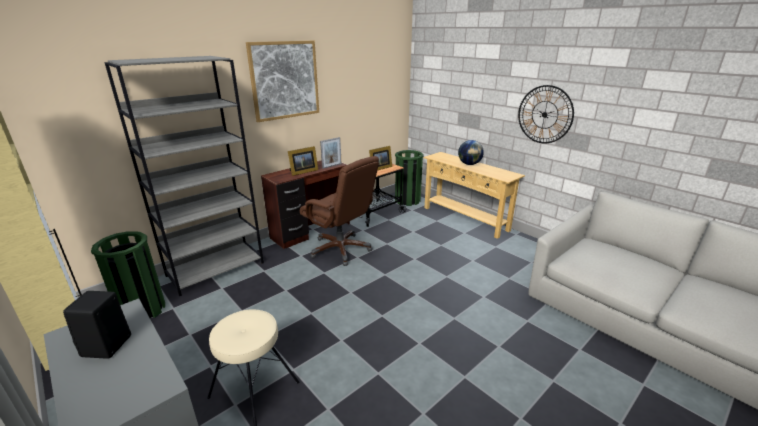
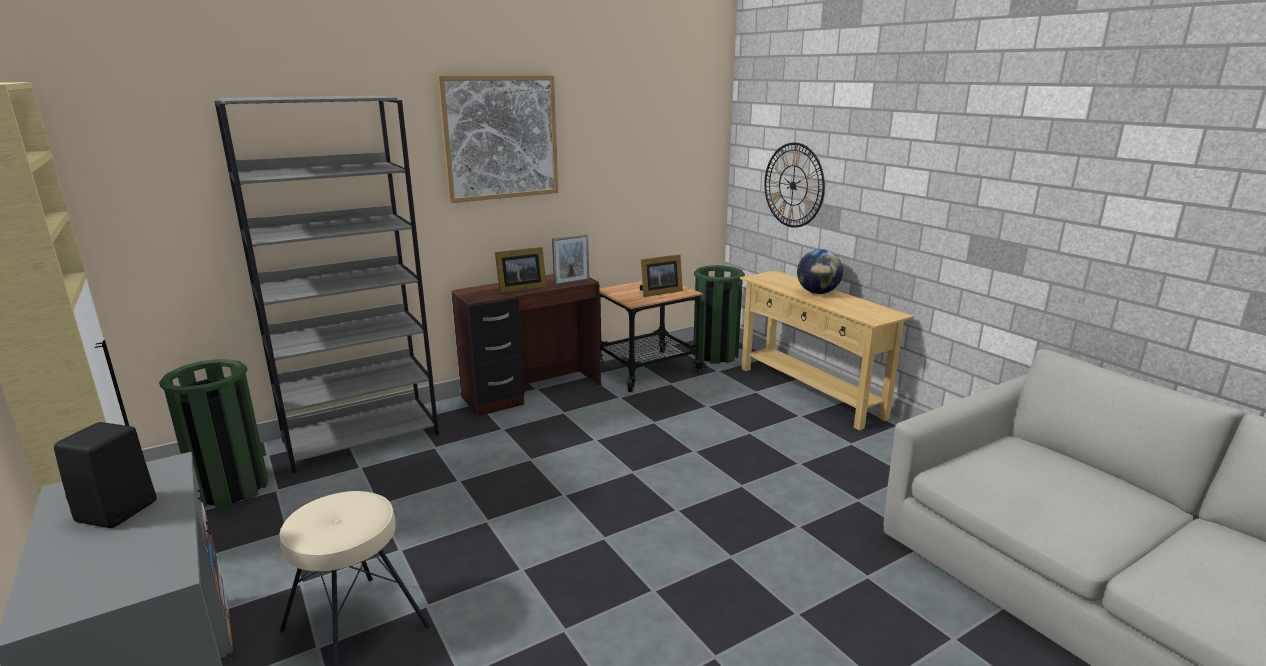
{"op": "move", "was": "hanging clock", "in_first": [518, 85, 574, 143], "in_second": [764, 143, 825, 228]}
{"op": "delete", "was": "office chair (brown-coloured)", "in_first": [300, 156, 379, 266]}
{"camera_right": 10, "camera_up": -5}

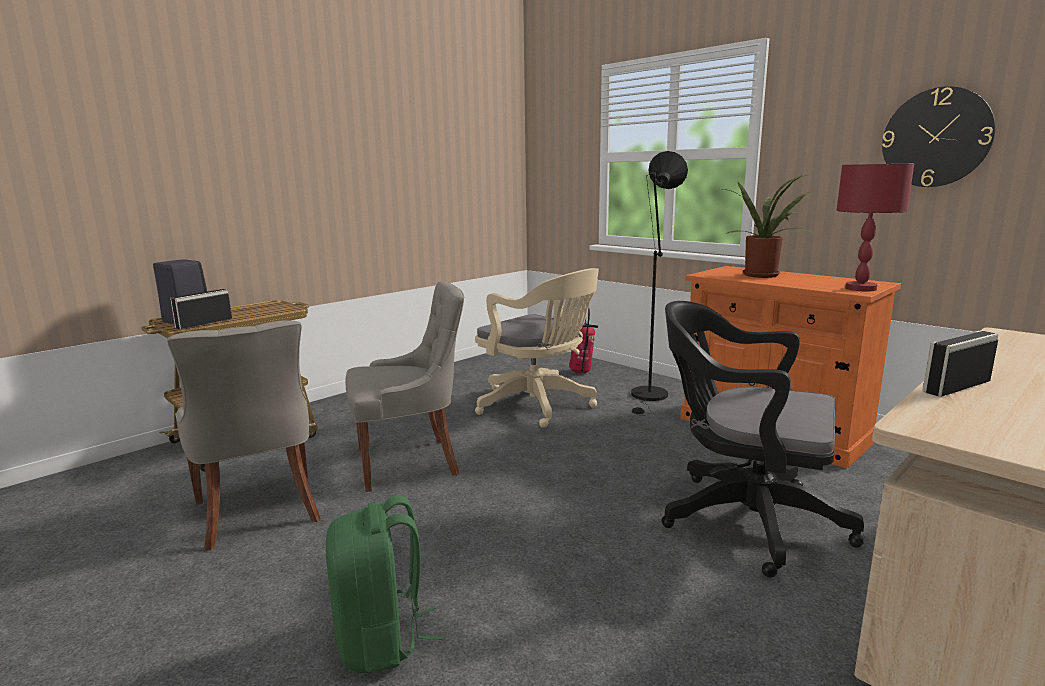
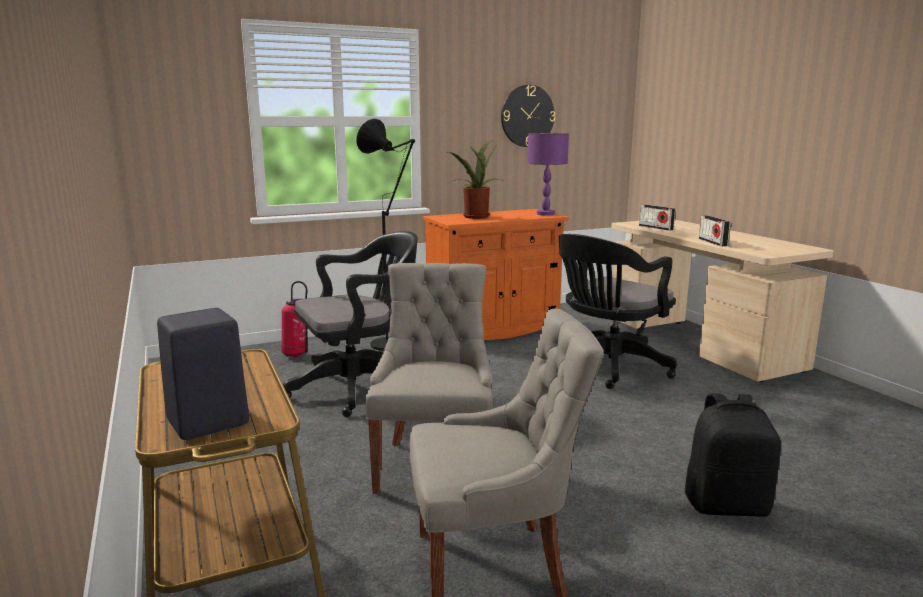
{"op": "recolor", "was": "office chair (beige)", "now": "office chair (blackish)", "in_first": [475, 268, 599, 428], "in_second": [283, 231, 418, 417]}
{"op": "recolor", "was": "lamp for a table (reddish)", "now": "lamp for a table (purple-coloured)", "in_first": [837, 164, 914, 292], "in_second": [527, 133, 569, 216]}
{"op": "move", "was": "radio receiver", "in_first": [170, 289, 232, 329], "in_second": [639, 205, 675, 231]}
{"op": "recolor", "was": "backpack (greenish)", "now": "backpack (blackish)", "in_first": [326, 495, 443, 673], "in_second": [685, 394, 781, 517]}
{"camera_right": -70, "camera_up": 0}

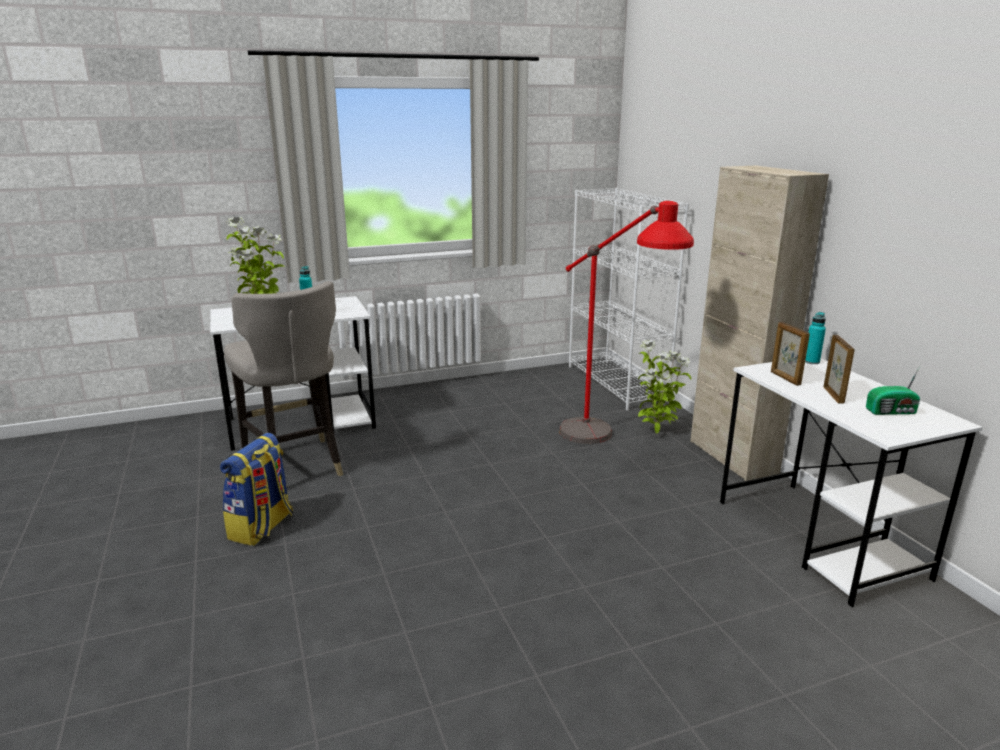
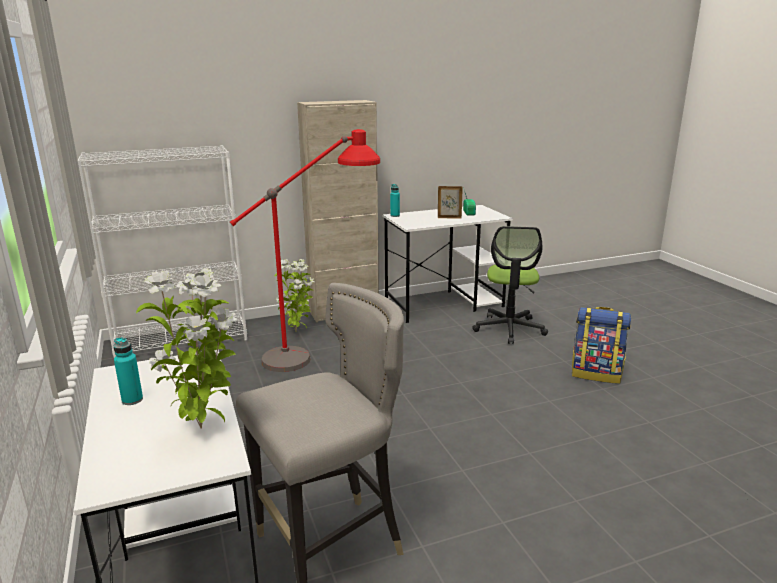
{"op": "insert", "now": "office chair", "in_second": [472, 226, 548, 344]}
{"op": "move", "was": "backpack", "in_first": [220, 433, 293, 546], "in_second": [572, 307, 631, 384]}
{"op": "delete", "was": "picture frame", "in_first": [771, 322, 810, 386]}
{"camera_right": -90, "camera_up": 0}

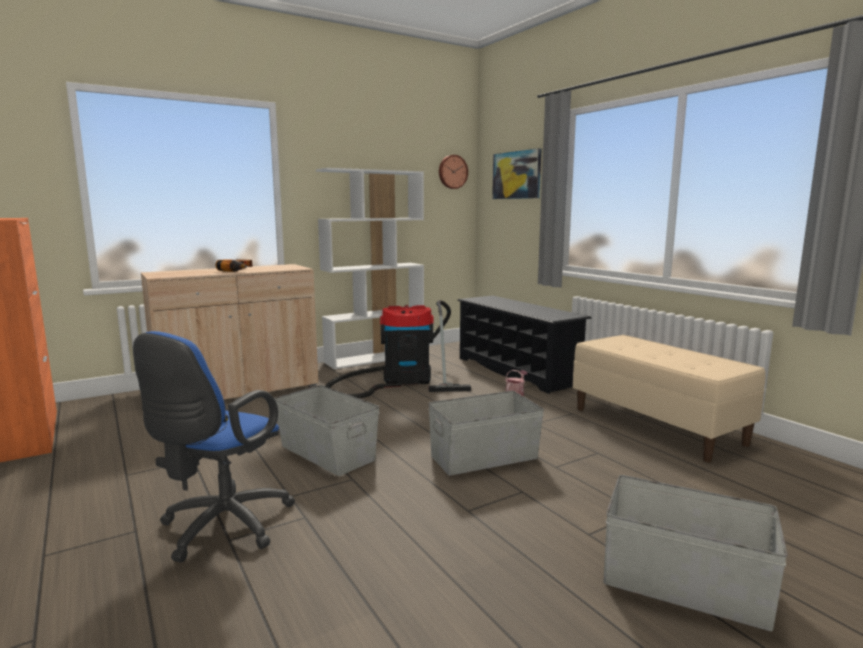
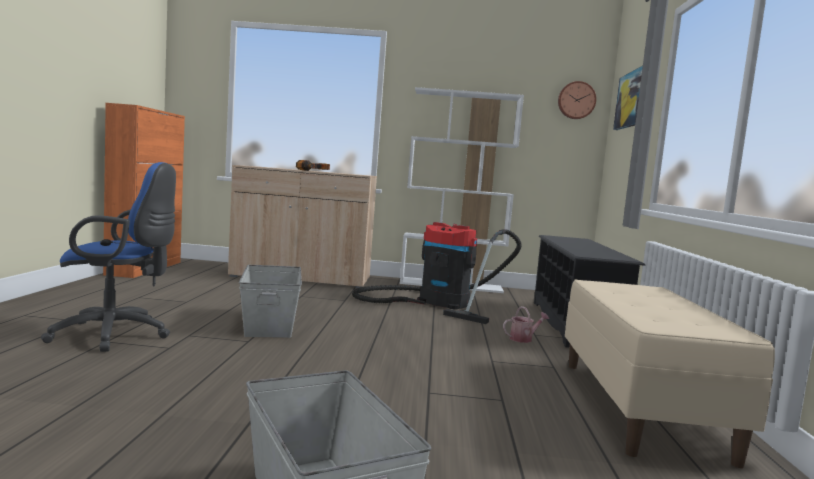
{"op": "rotate", "was": "office chair (blue-coloured)", "in_first": [133, 331, 295, 562], "in_second": [41, 162, 176, 352], "clockwise": -150}
{"op": "delete", "was": "storage box (greyish)", "in_first": [428, 391, 544, 476]}
{"camera_right": 35, "camera_up": -5}

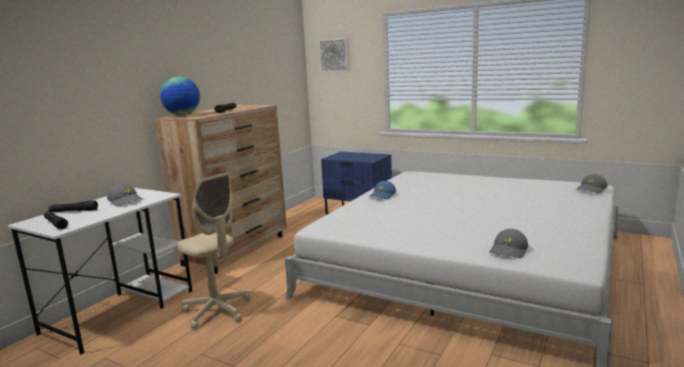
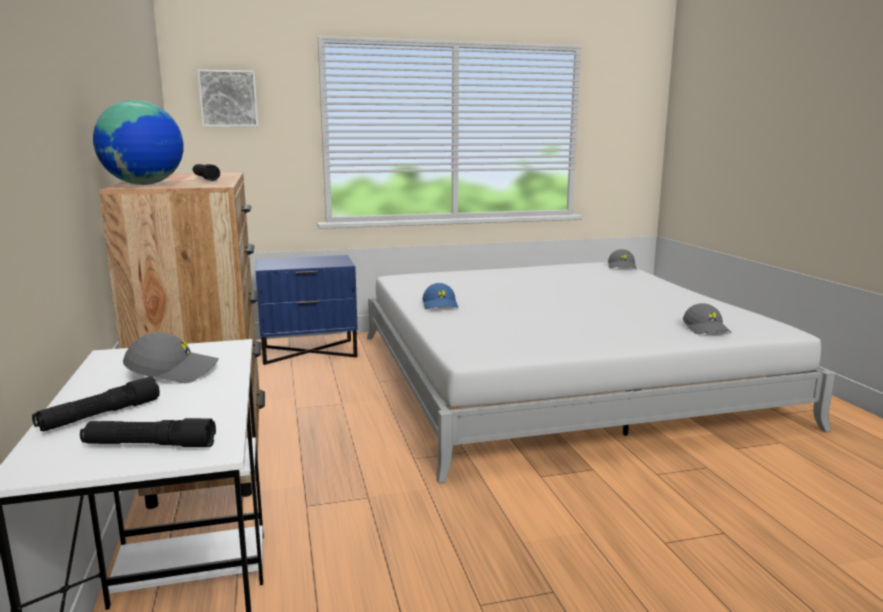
{"op": "delete", "was": "office chair (beige)", "in_first": [178, 173, 250, 329]}
{"camera_right": -45, "camera_up": 0}

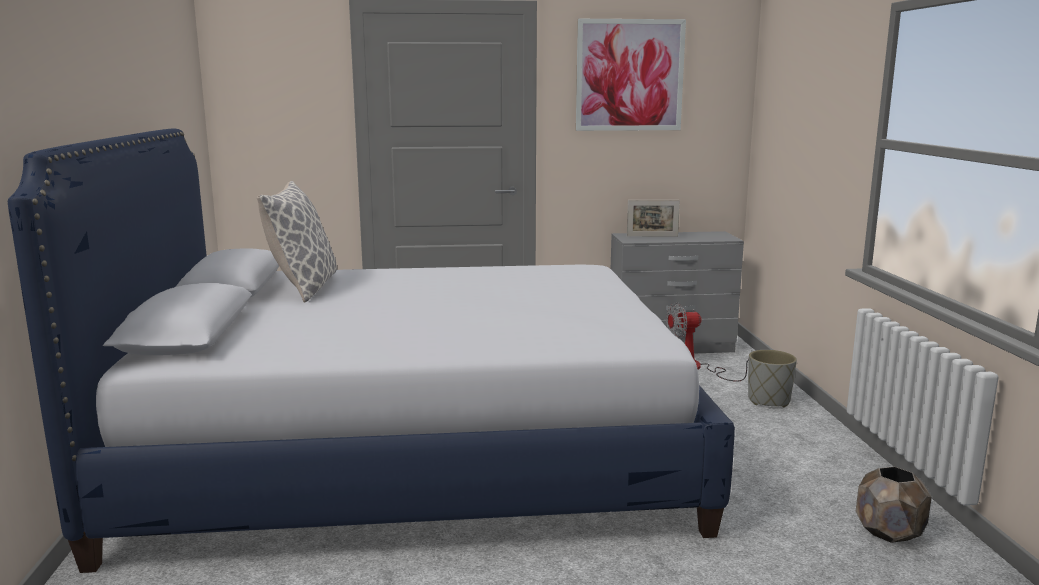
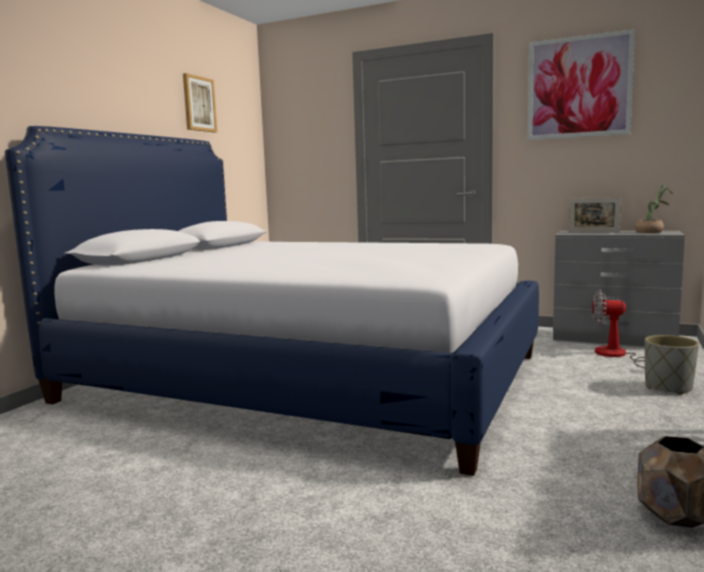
{"op": "insert", "now": "wall picture", "in_second": [183, 73, 217, 132]}
{"op": "insert", "now": "potted plant", "in_second": [635, 185, 673, 233]}
{"op": "delete", "was": "throw pillow", "in_first": [257, 181, 337, 302]}
{"camera_right": 30, "camera_up": -5}

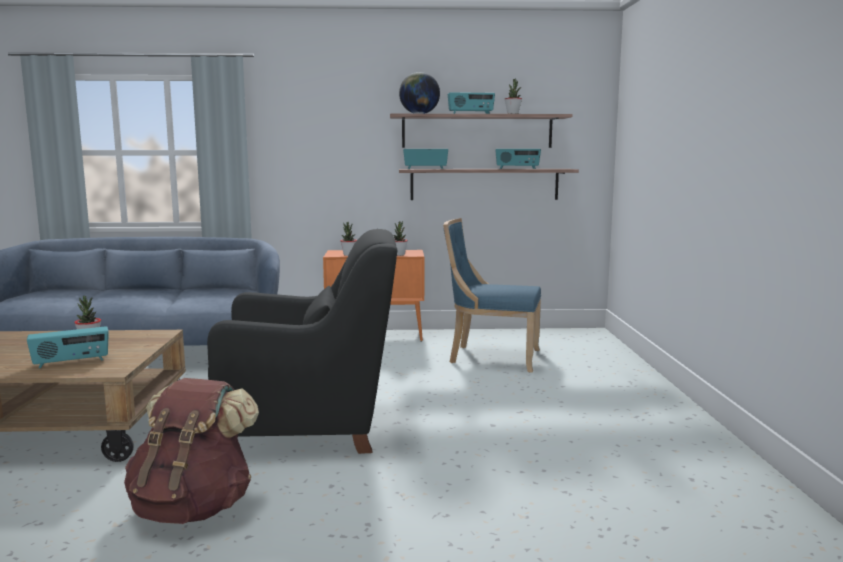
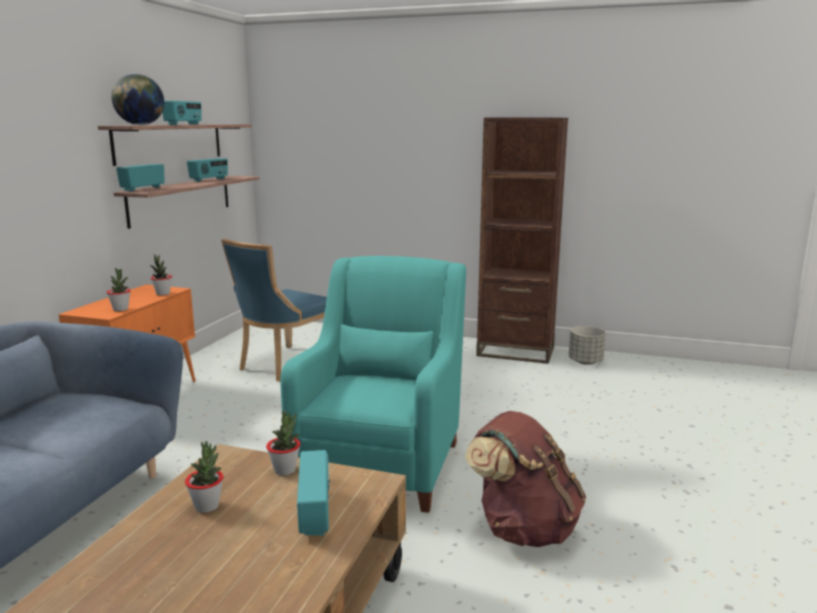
{"op": "move", "was": "potted plant", "in_first": [505, 78, 522, 114], "in_second": [266, 411, 300, 476]}
{"op": "recolor", "was": "easy chair (blackish)", "now": "easy chair (turquoise-coloured)", "in_first": [207, 229, 397, 454], "in_second": [280, 256, 466, 513]}
{"op": "insert", "now": "shelving unit (brown-coloured)", "in_second": [476, 118, 568, 364]}
{"op": "insert", "now": "flower pot (greyish)", "in_second": [569, 326, 606, 365]}
{"camera_right": -70, "camera_up": 5}

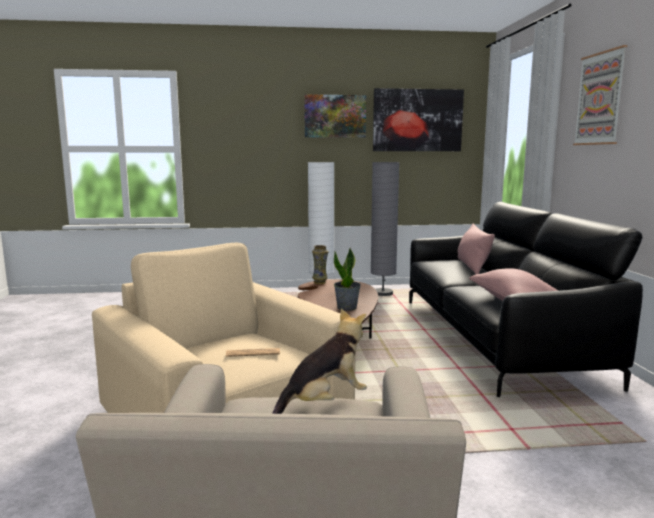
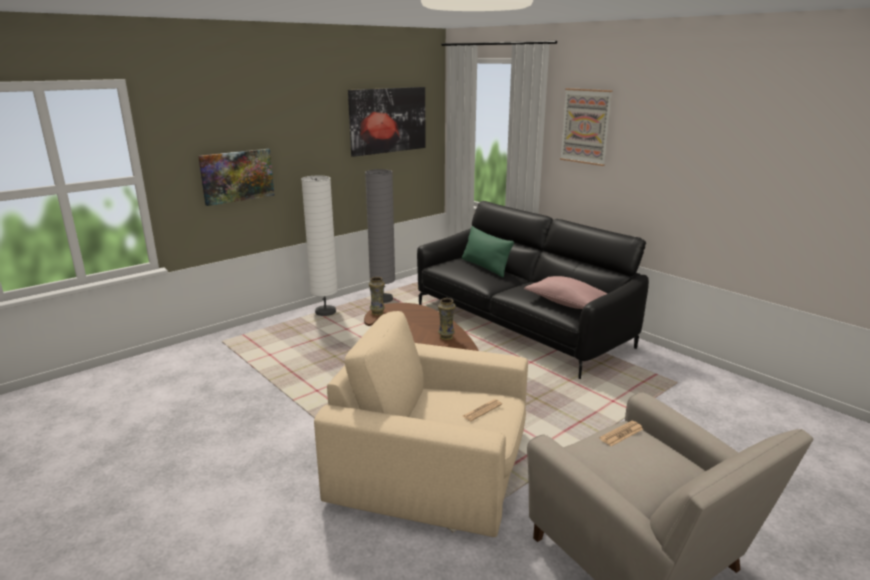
{"op": "move", "was": "wall picture", "in_first": [304, 94, 366, 138], "in_second": [198, 149, 274, 206]}
{"op": "replace", "was": "potted plant", "now": "decorative vase", "in_first": [334, 248, 361, 311], "in_second": [438, 298, 456, 340]}
{"op": "recolor", "was": "throw pillow (pink-coloured)", "now": "throw pillow (greenish)", "in_first": [457, 224, 495, 274], "in_second": [462, 226, 514, 277]}
{"op": "replace", "was": "cuddly toy", "now": "printed paper", "in_first": [272, 309, 367, 414], "in_second": [599, 421, 643, 446]}
{"camera_right": -35, "camera_up": 10}

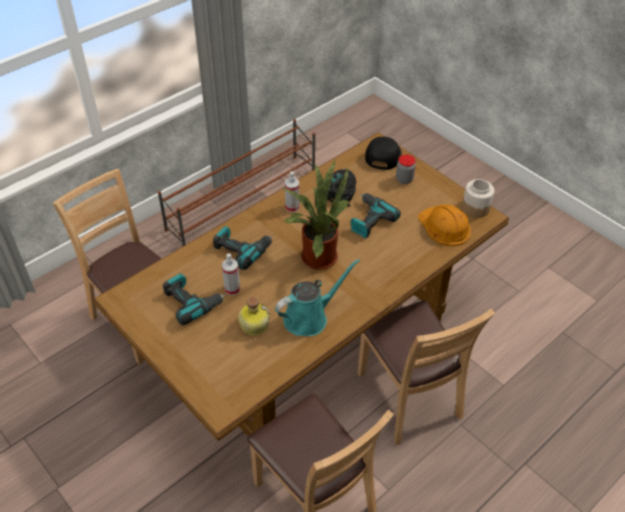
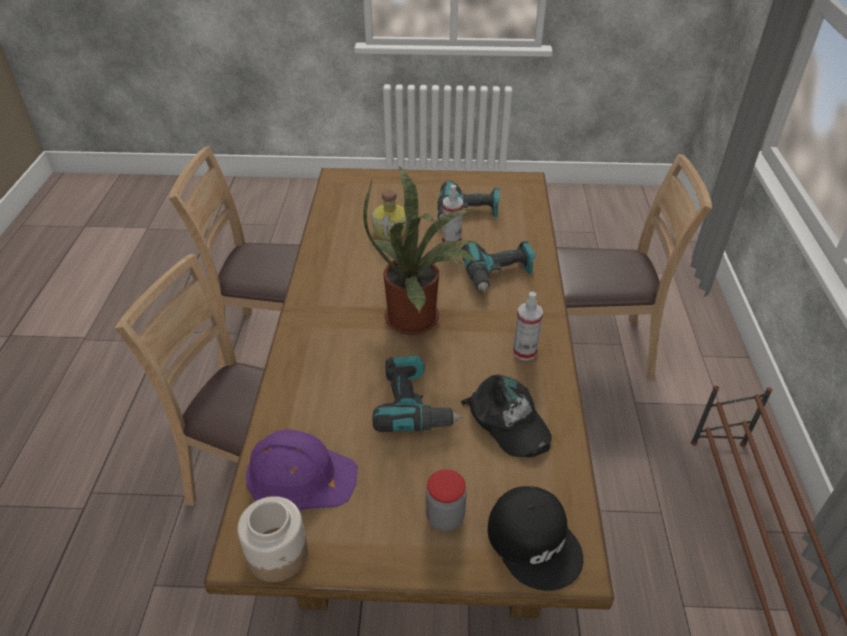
{"op": "recolor", "was": "work helmet (orangey)", "now": "work helmet (purple-coloured)", "in_first": [418, 204, 471, 246], "in_second": [245, 429, 358, 510]}
{"op": "delete", "was": "watering pot (turquoise-coloured)", "in_first": [275, 259, 360, 336]}
{"camera_right": 135, "camera_up": -5}

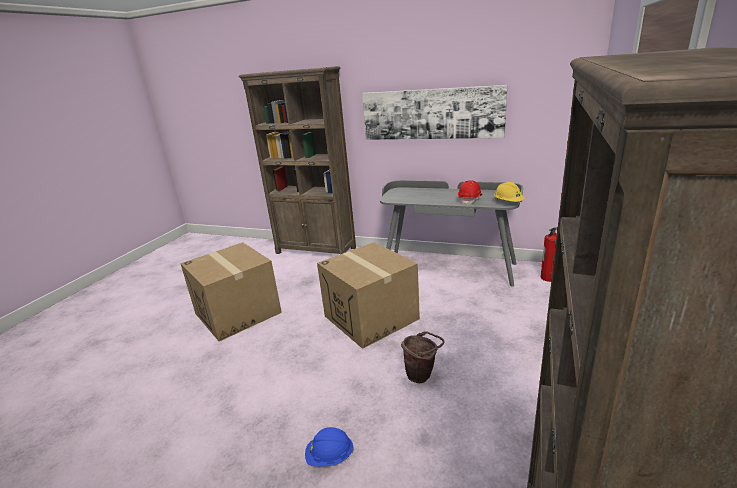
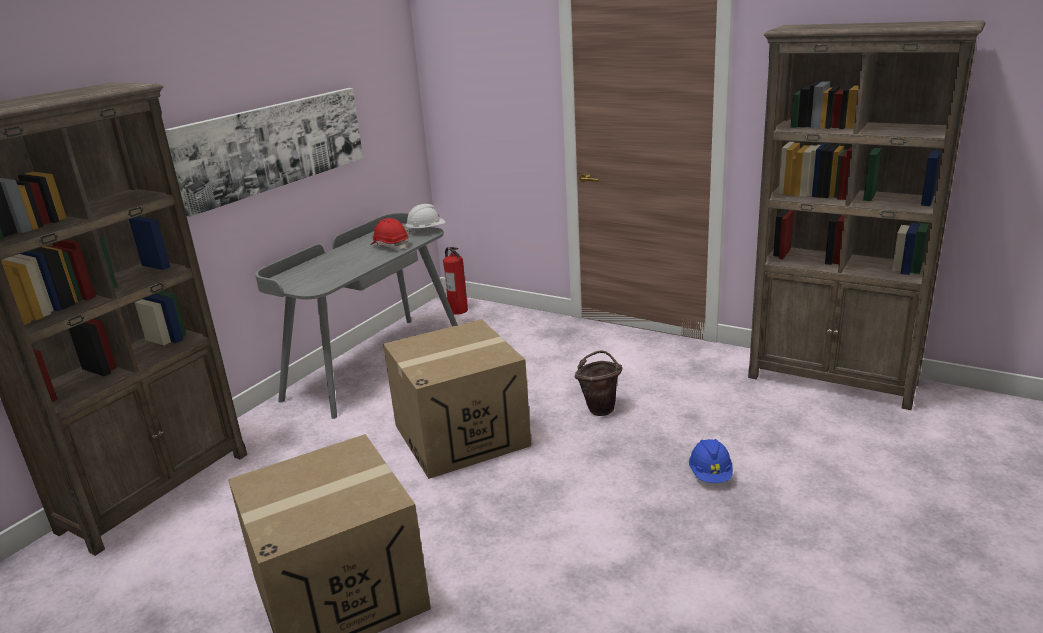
{"op": "recolor", "was": "work helmet (yellowish)", "now": "work helmet (whitish)", "in_first": [494, 182, 525, 202], "in_second": [406, 204, 446, 234]}
{"camera_right": -80, "camera_up": 0}

